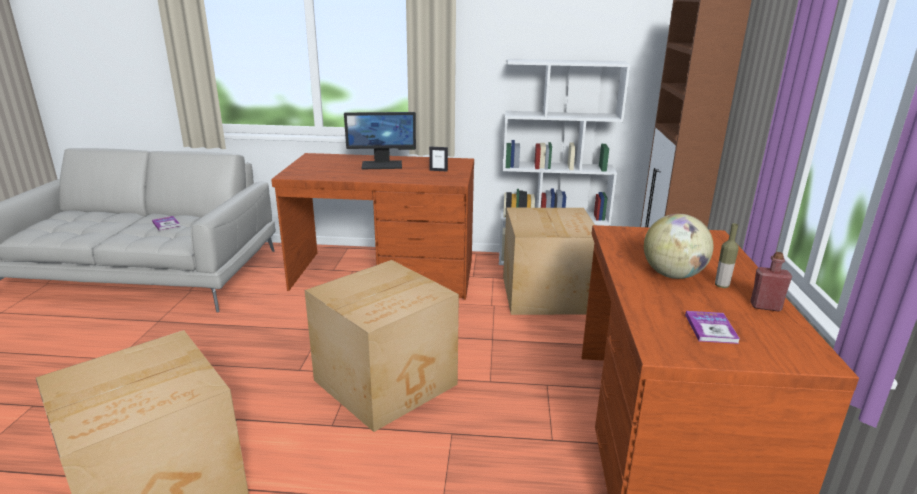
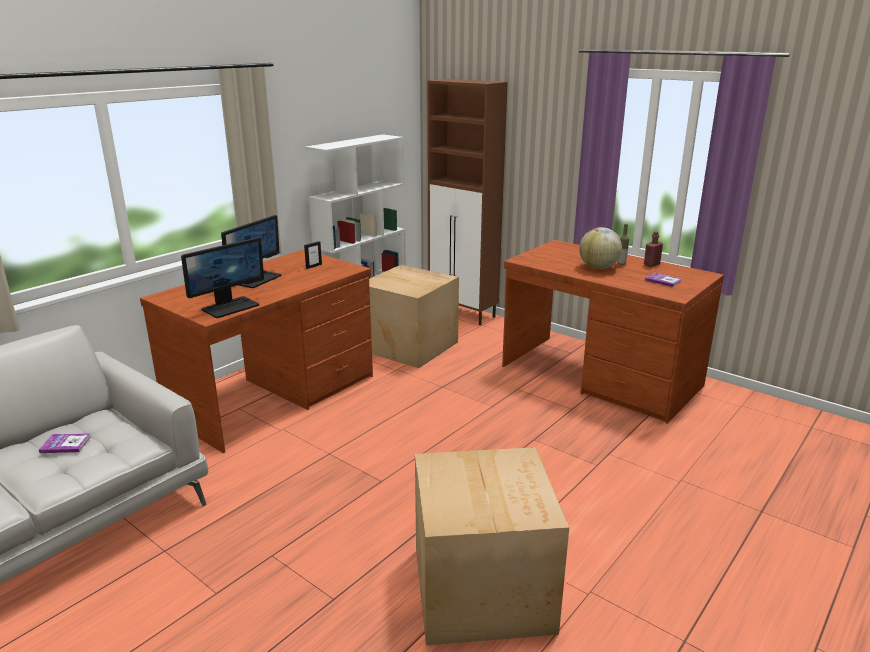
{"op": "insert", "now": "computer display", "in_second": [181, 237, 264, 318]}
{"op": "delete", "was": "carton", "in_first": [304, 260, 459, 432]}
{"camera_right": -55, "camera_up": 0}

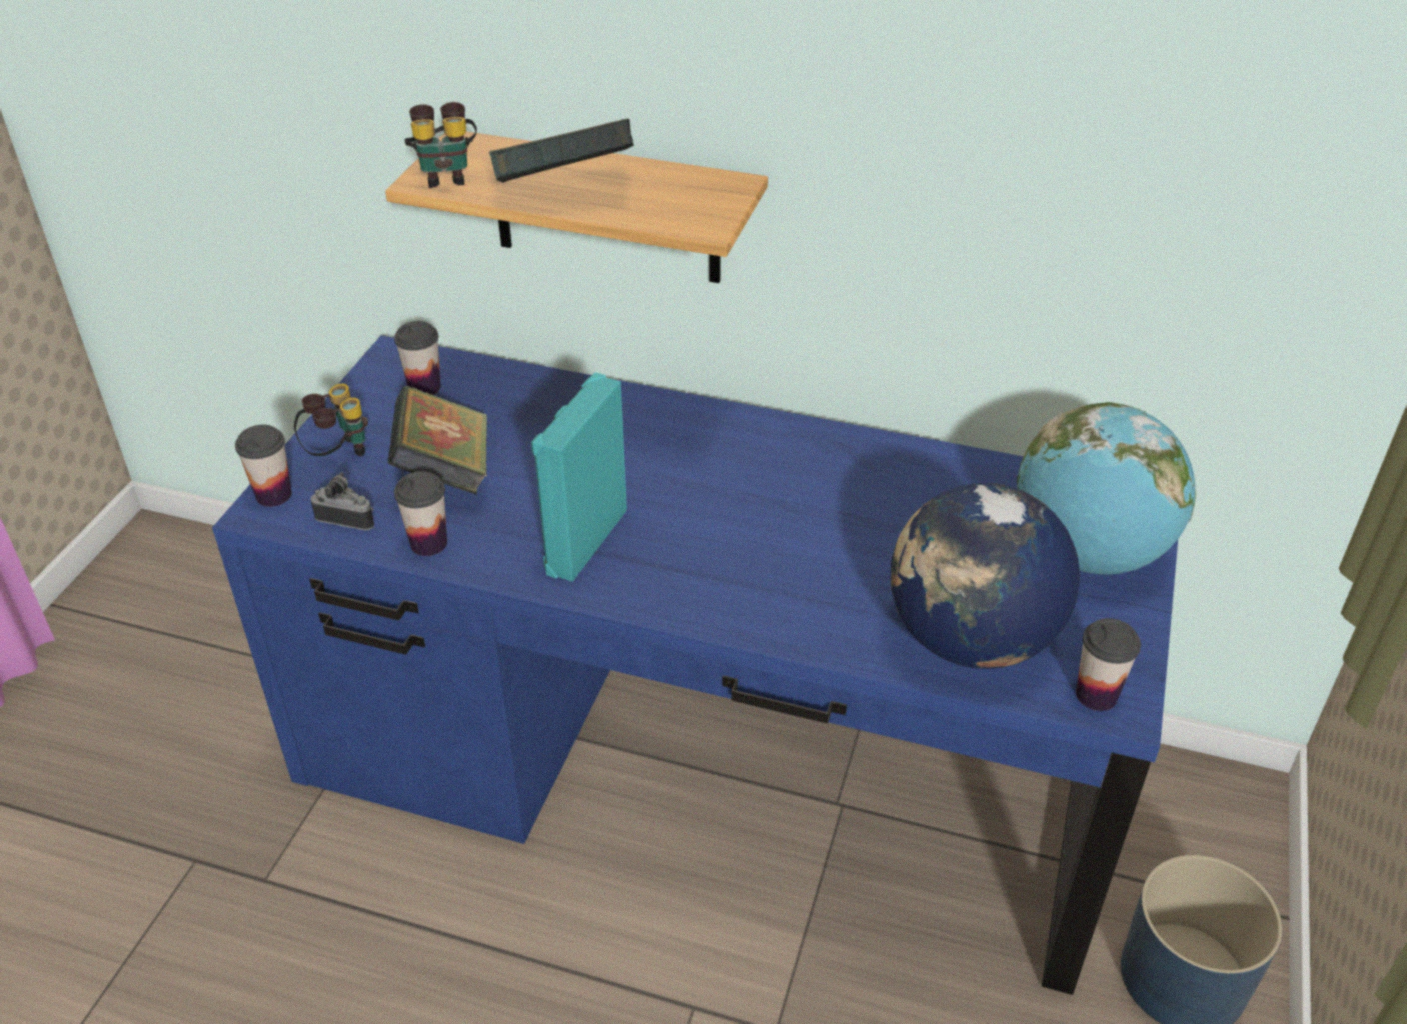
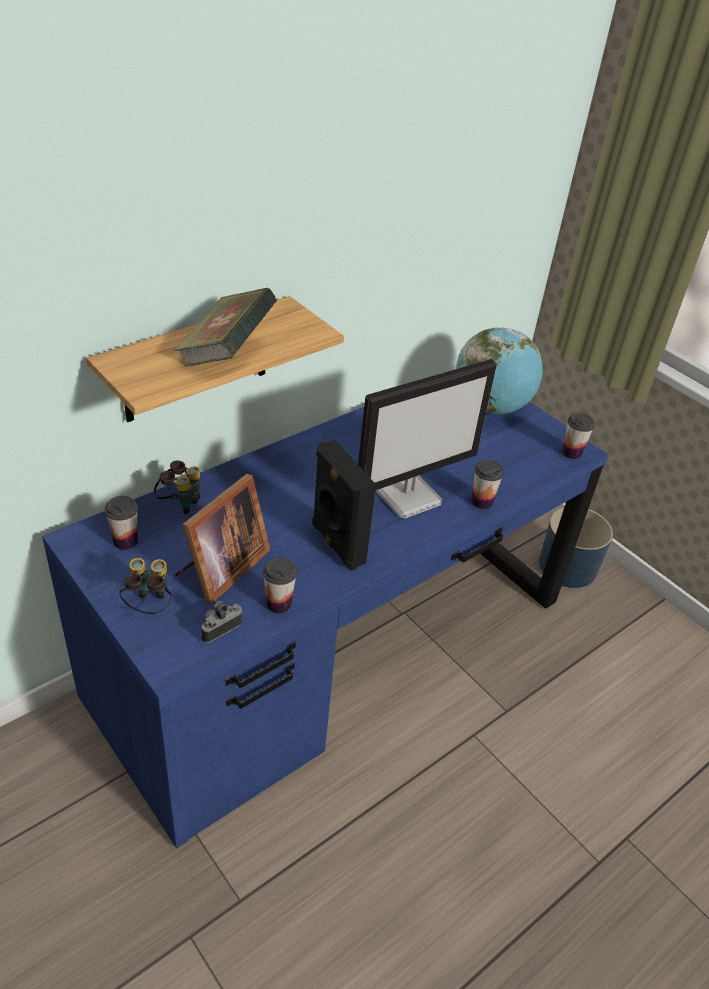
{"op": "move", "was": "pair of binoculars", "in_first": [404, 102, 477, 188], "in_second": [154, 460, 200, 514]}
{"op": "replace", "was": "volume", "now": "picture frame", "in_first": [388, 386, 487, 495], "in_second": [175, 474, 270, 604]}
{"op": "recolor", "was": "loudspeaker (turquoise-coloured)", "now": "loudspeaker (blackish)", "in_first": [531, 372, 627, 582], "in_second": [312, 440, 376, 571]}
{"op": "insert", "now": "computer display", "in_second": [358, 359, 497, 519]}
{"op": "move", "was": "small cup", "in_first": [235, 425, 292, 507], "in_second": [471, 460, 504, 509]}
{"op": "delete", "was": "globe", "in_first": [891, 483, 1080, 669]}
{"camera_right": -60, "camera_up": 0}

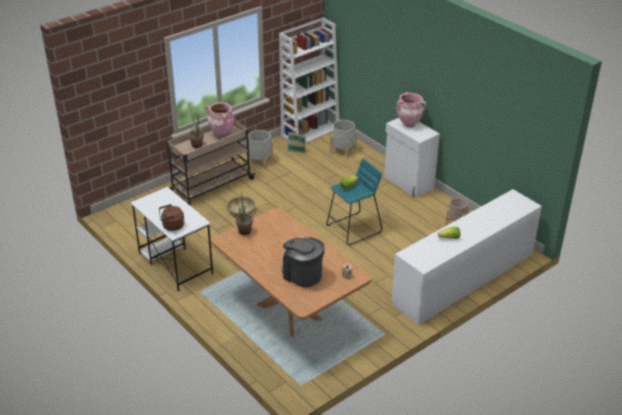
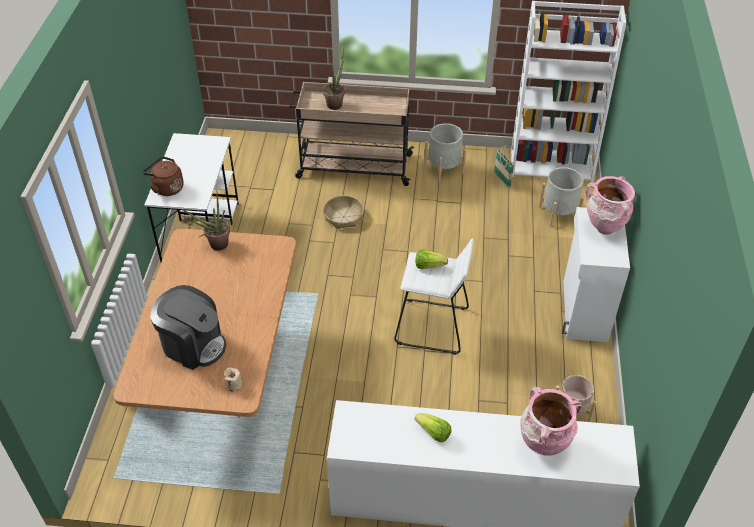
{"op": "rotate", "was": "coffee machine", "in_first": [282, 237, 325, 287], "in_second": [150, 285, 226, 370], "clockwise": 120}
{"op": "recolor", "was": "sitting stool (turquoise-coloured)", "now": "sitting stool (whitish)", "in_first": [326, 158, 382, 245], "in_second": [394, 238, 473, 355]}
{"op": "move", "was": "decorative vase (pink-coloured)", "in_first": [206, 102, 234, 137], "in_second": [520, 387, 582, 456]}
{"camera_right": 45, "camera_up": 10}

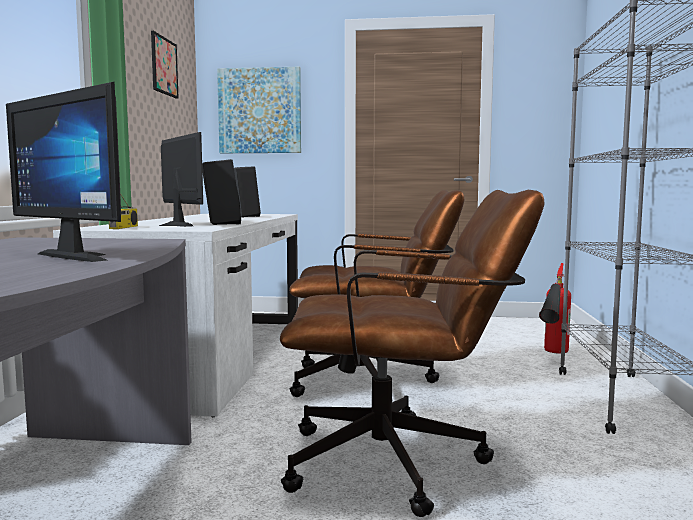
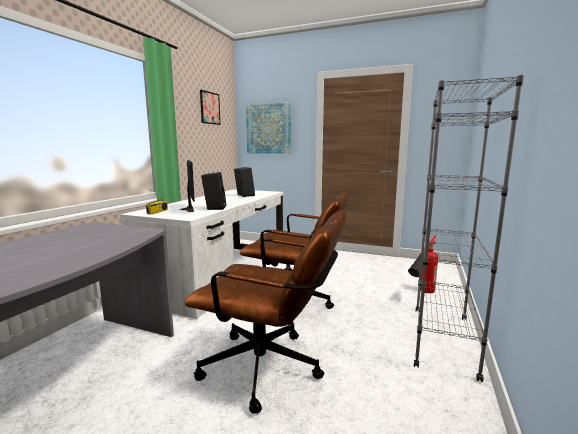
{"op": "delete", "was": "computer display", "in_first": [6, 82, 121, 262]}
{"camera_right": 15, "camera_up": 5}

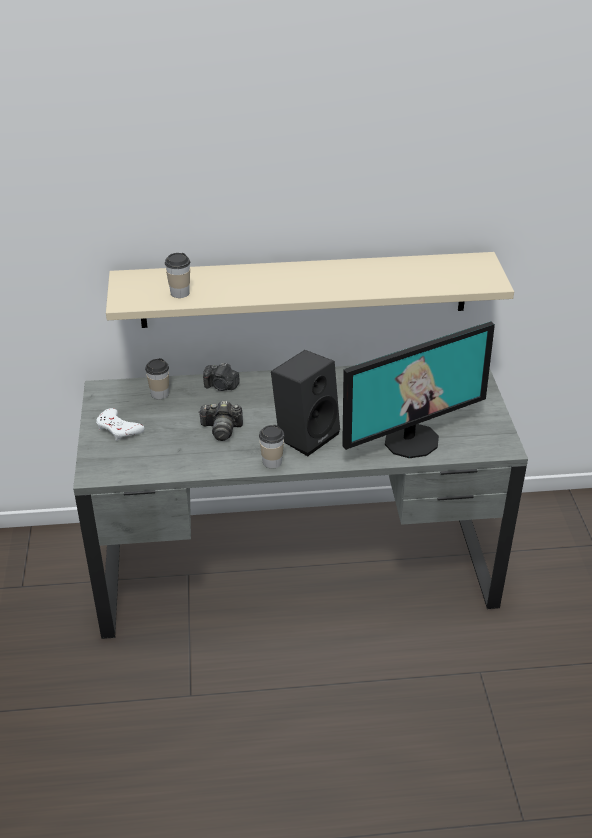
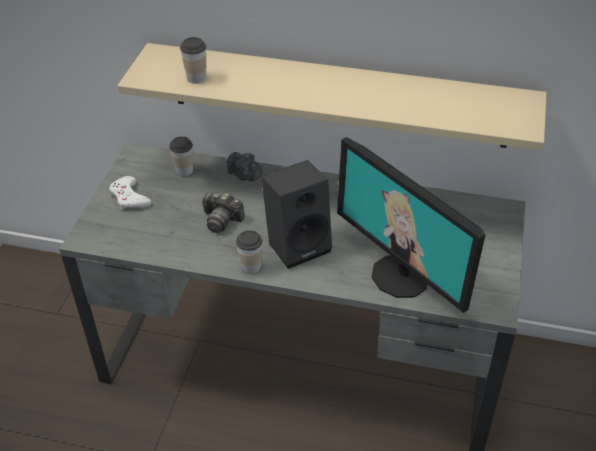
{"op": "rotate", "was": "computer display", "in_first": [342, 321, 495, 458], "in_second": [337, 137, 485, 313], "clockwise": 60}
{"camera_right": 20, "camera_up": 5}

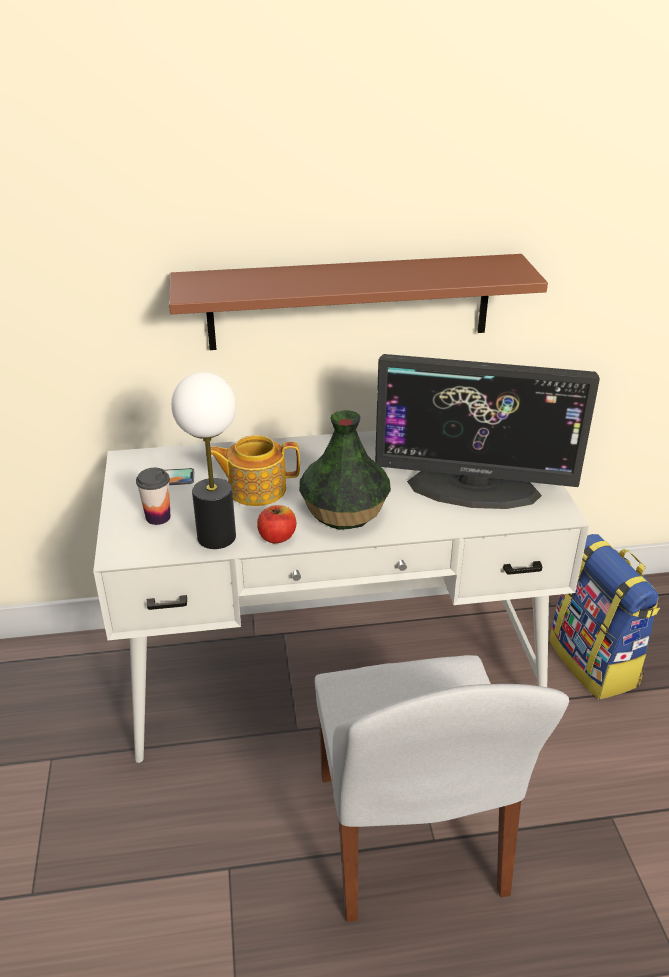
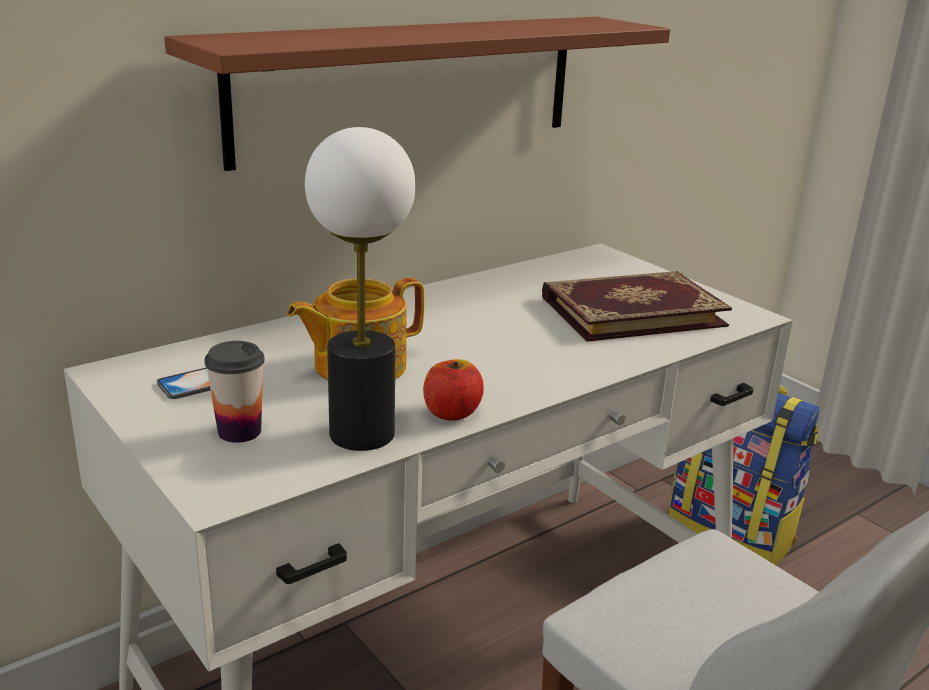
{"op": "replace", "was": "computer display", "now": "volume", "in_first": [375, 354, 600, 509], "in_second": [542, 271, 732, 342]}
{"op": "delete", "was": "decorative vase", "in_first": [299, 410, 391, 530]}
{"camera_right": -30, "camera_up": -10}

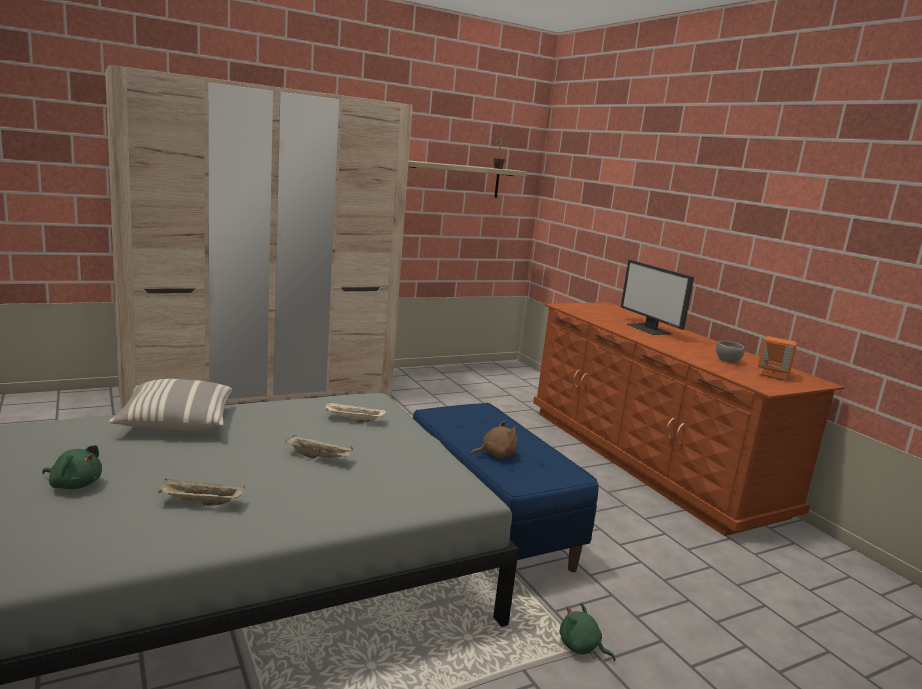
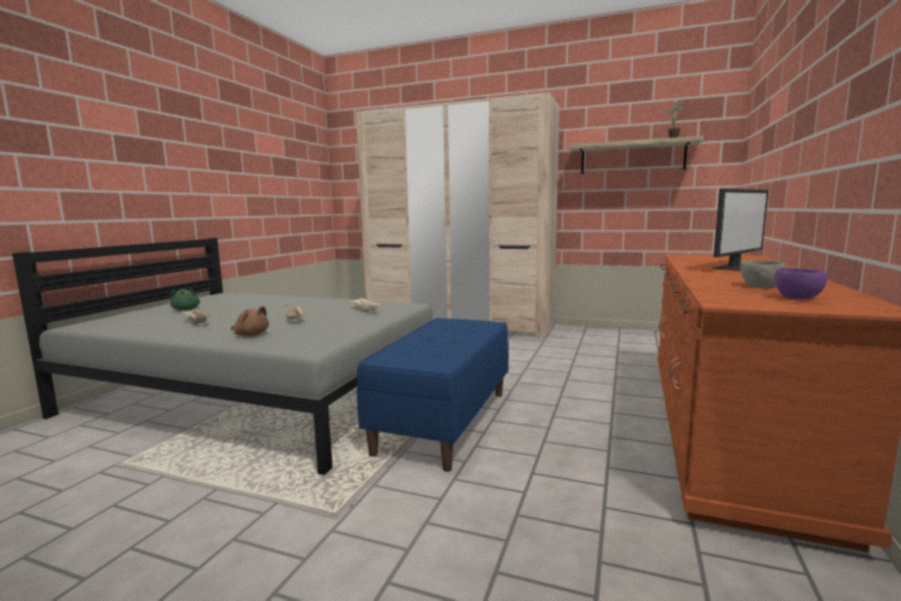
{"op": "move", "was": "cuddly toy (brown-coloured)", "in_first": [470, 421, 518, 458], "in_second": [231, 306, 269, 336]}
{"op": "rotate", "was": "computer display", "in_first": [621, 260, 694, 335], "in_second": [713, 189, 768, 271], "clockwise": -150}
{"op": "replace", "was": "loudspeaker (orangey)", "now": "serving bowl (purple-coloured)", "in_first": [758, 336, 797, 380], "in_second": [774, 268, 828, 299]}
{"op": "delete", "was": "throw pillow", "in_first": [109, 379, 232, 431]}
{"op": "delete", "was": "cuddly toy (greenish)", "in_first": [560, 602, 615, 661]}
{"camera_right": 50, "camera_up": -5}

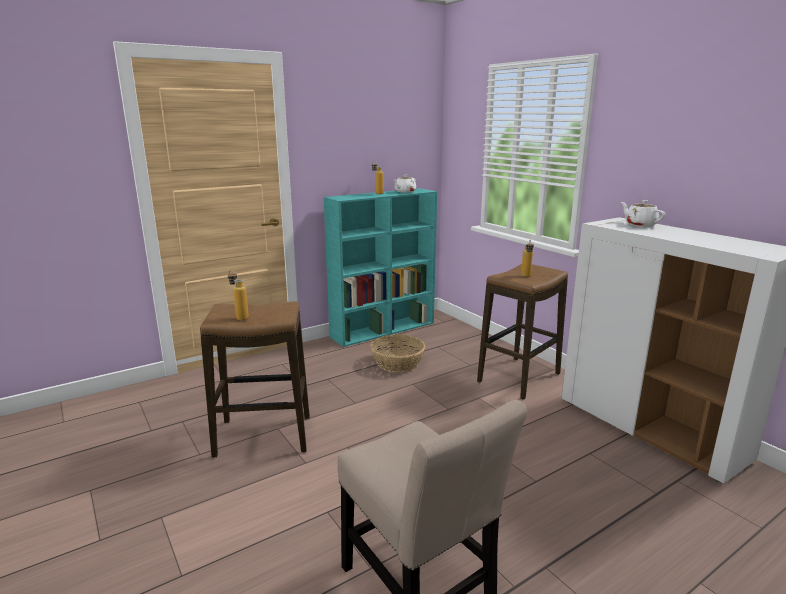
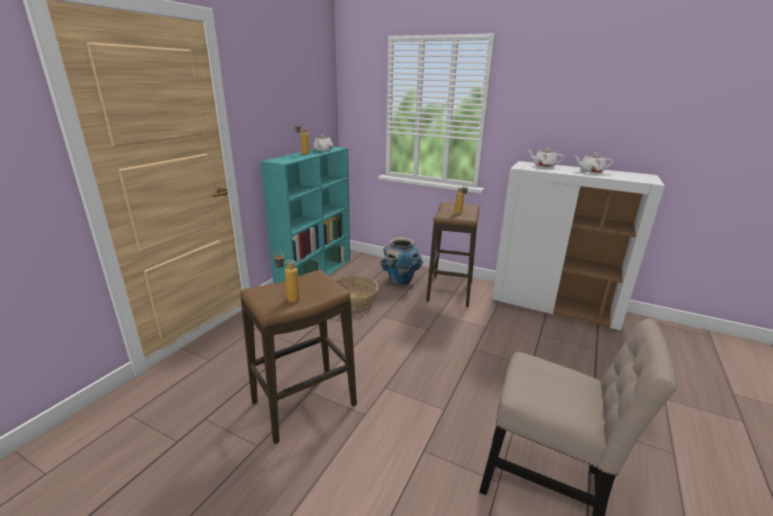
{"op": "insert", "now": "flower pot", "in_second": [380, 237, 423, 285]}
{"op": "insert", "now": "teapot (whitish)", "in_second": [574, 153, 613, 173]}
{"camera_right": -30, "camera_up": 5}

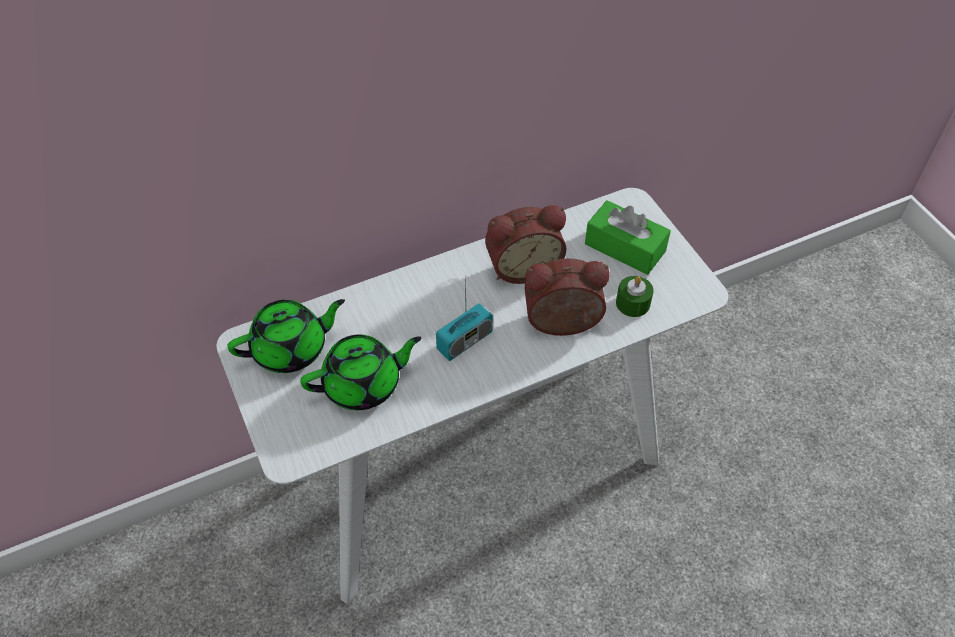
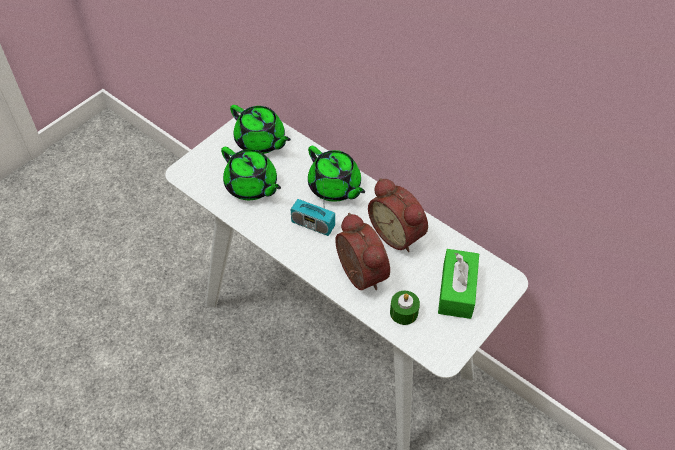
{"op": "insert", "now": "teapot (greenish)", "in_second": [308, 146, 365, 202]}
{"camera_right": 65, "camera_up": 0}

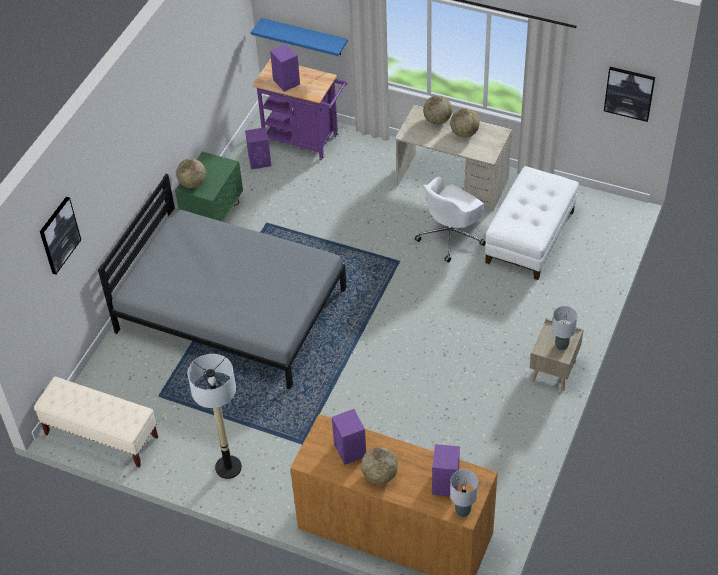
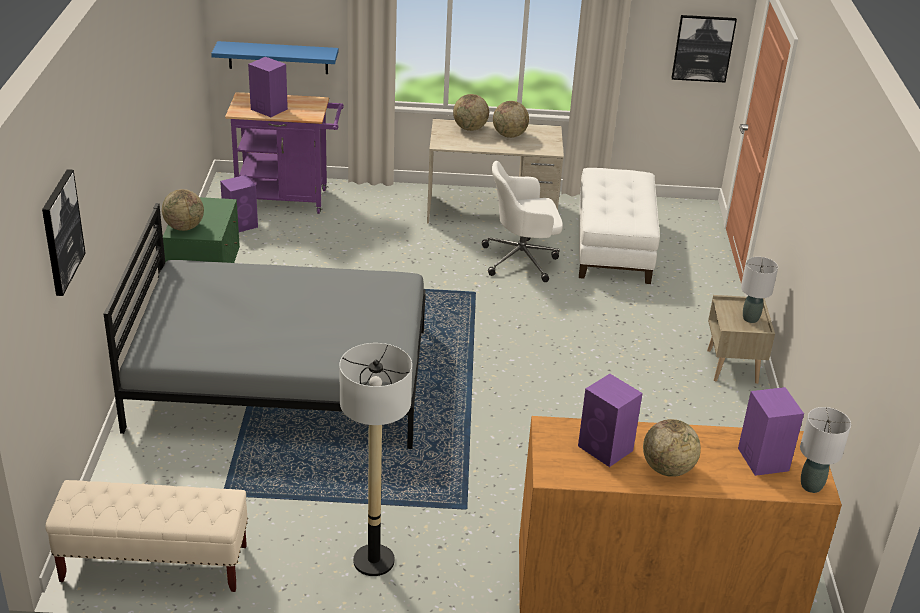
{"op": "rotate", "was": "office chair (whitish)", "in_first": [415, 176, 486, 263], "in_second": [482, 161, 563, 282], "clockwise": 60}
{"camera_right": -25, "camera_up": -15}

